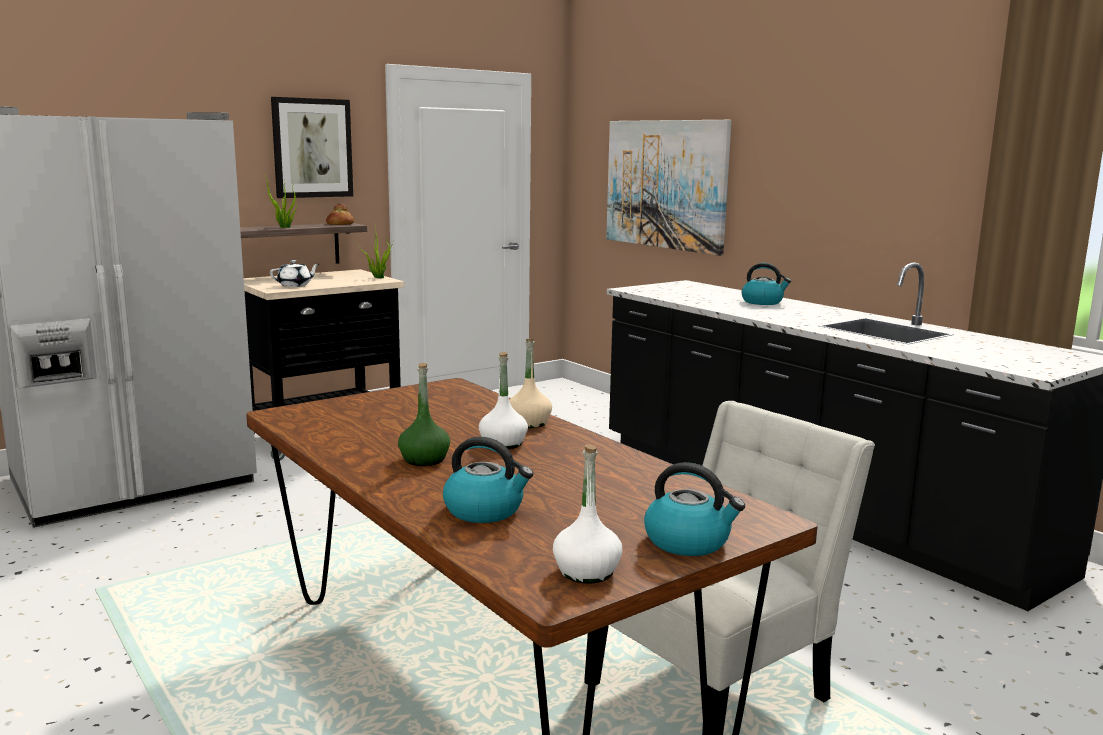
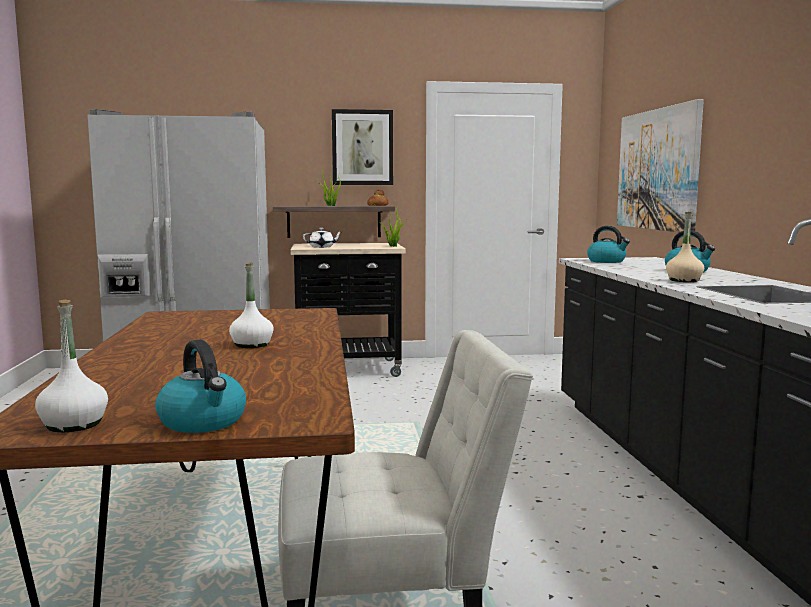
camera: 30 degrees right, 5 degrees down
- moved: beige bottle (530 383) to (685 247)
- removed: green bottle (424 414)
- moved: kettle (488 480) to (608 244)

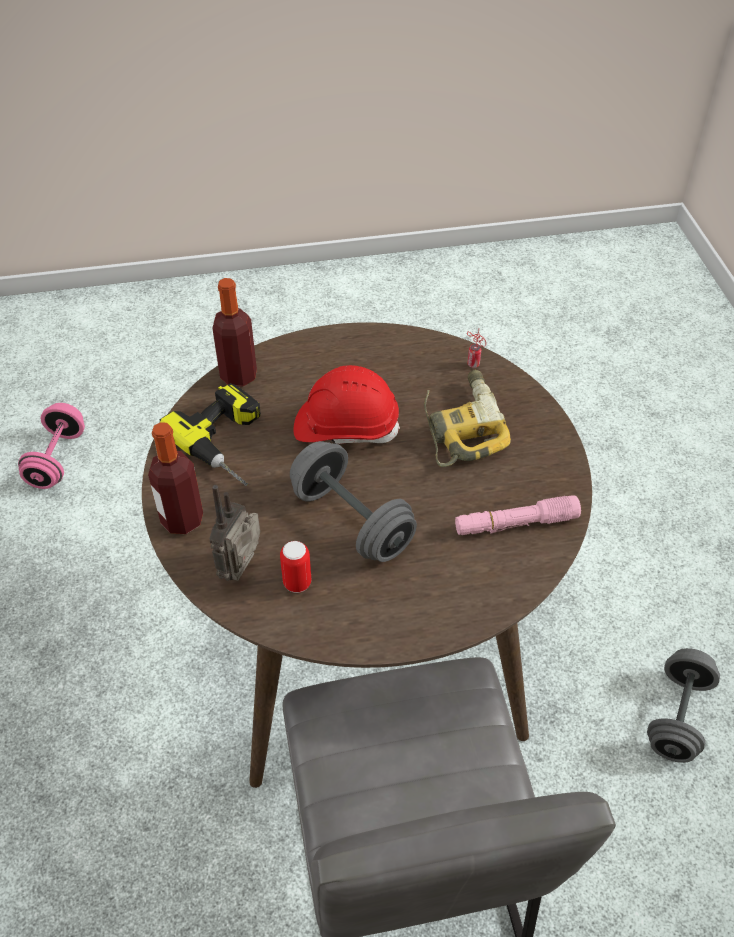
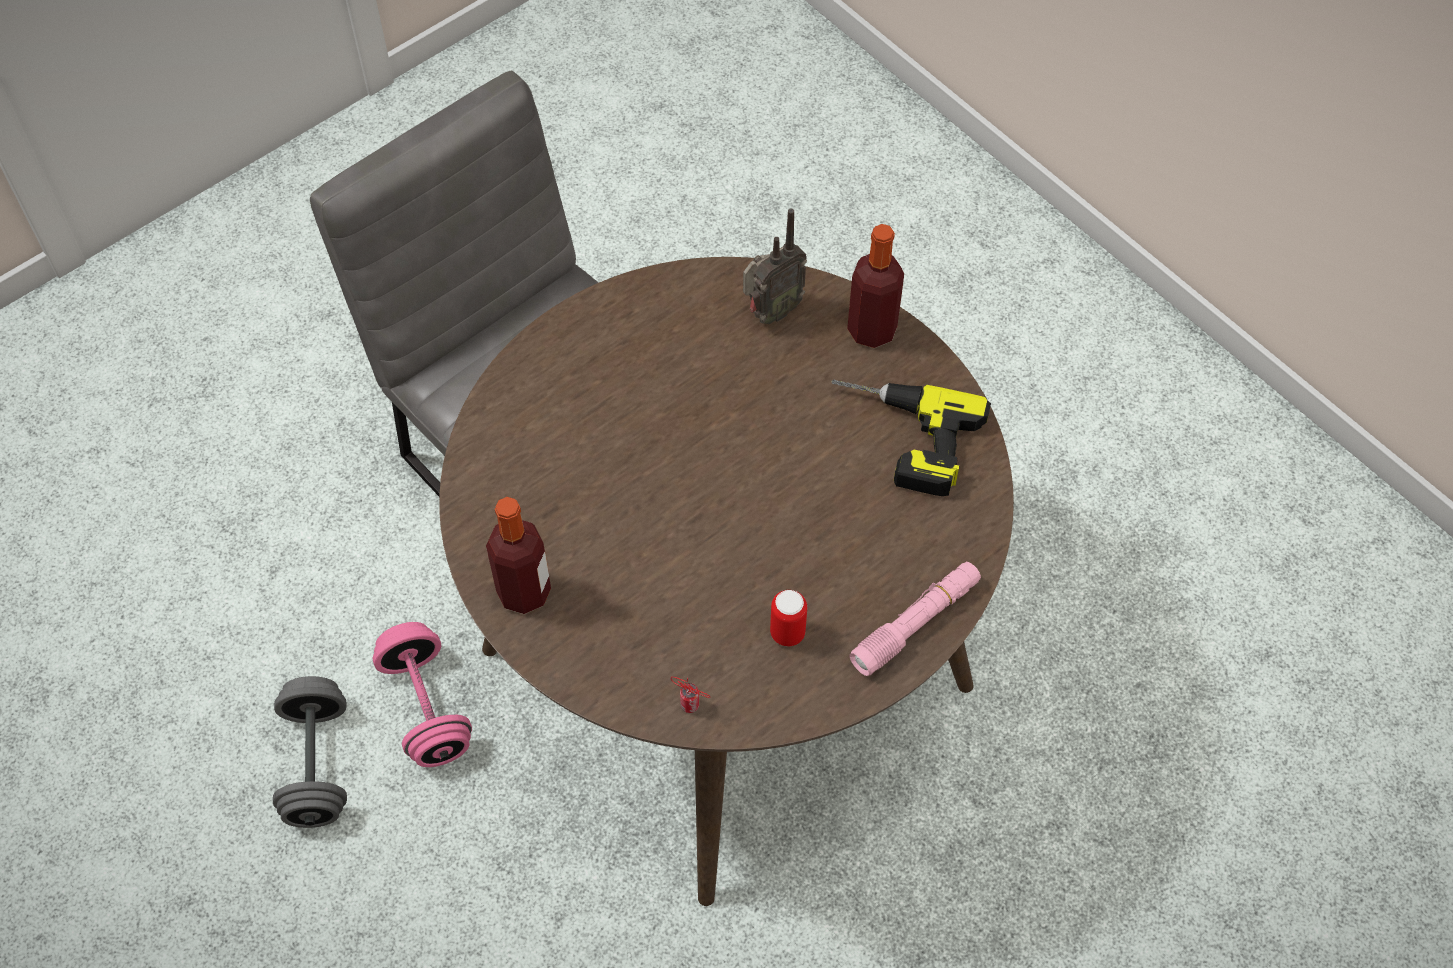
camera: 150 degrees right, 10 degrees up
- moved: bottle (234 332) to (518 555)
- removed: red hard hat (347 405)
- removed: power drill (467 418)
- moved: pink dumbbell (51 446) to (422 694)
- removed: grey dumbbell (353 501)
- turned: radio (235 533) = (775 266) 60 degrees clockwise
- moved: pink flashlight (518 515) to (915 619)
- moved: can (295 567) to (788 618)

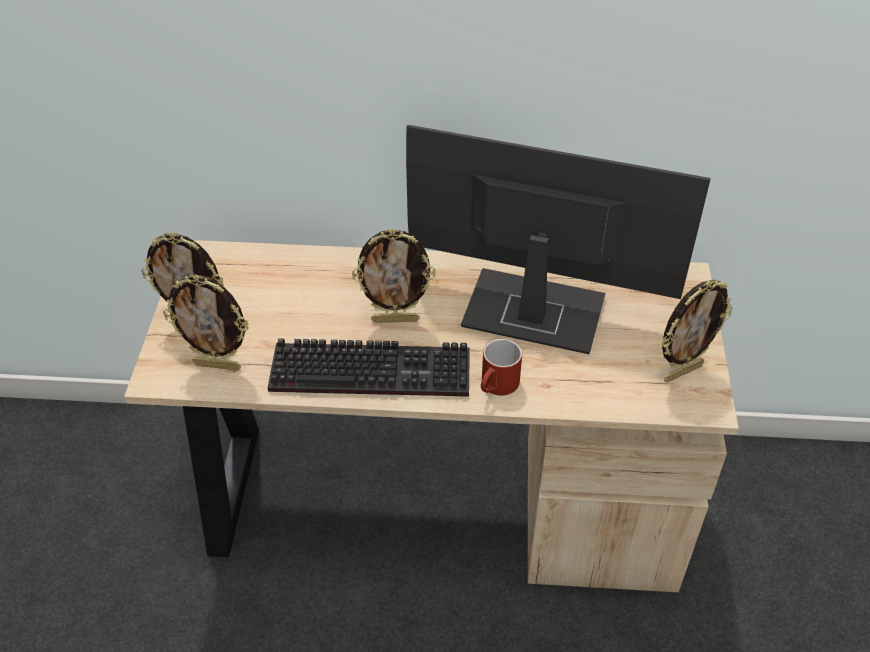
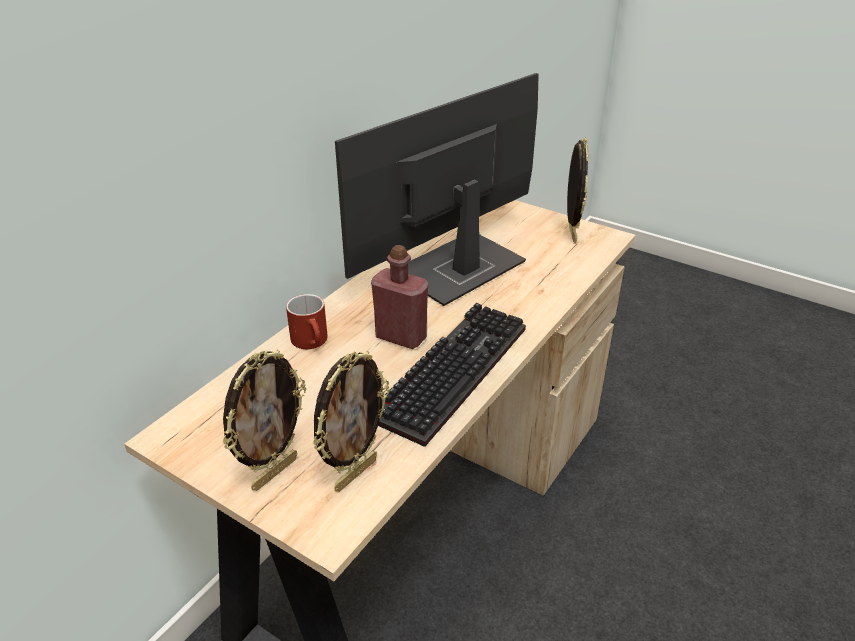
camera: 60 degrees left, 10 degrees down
- replaced: picture frame (394 275) to red bottle (399 297)
- moved: red mug (501 367) to (307 321)

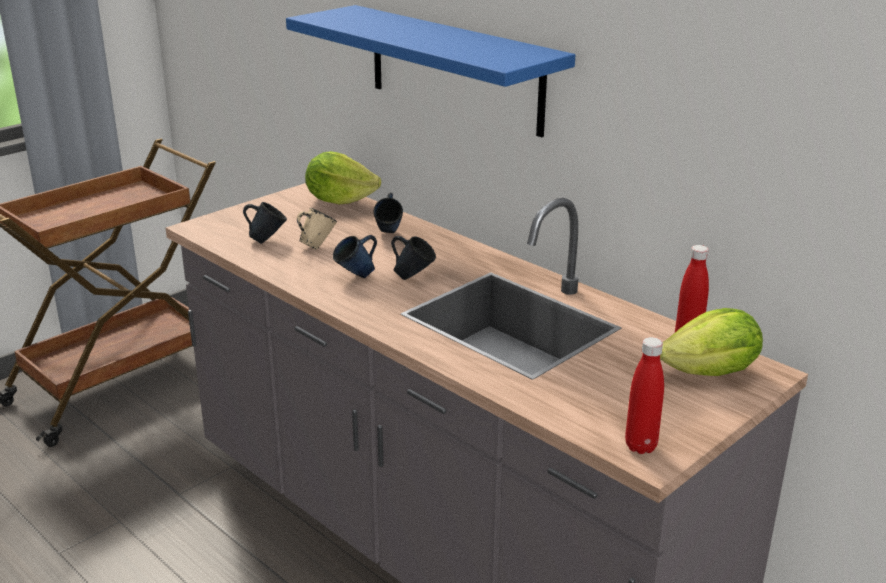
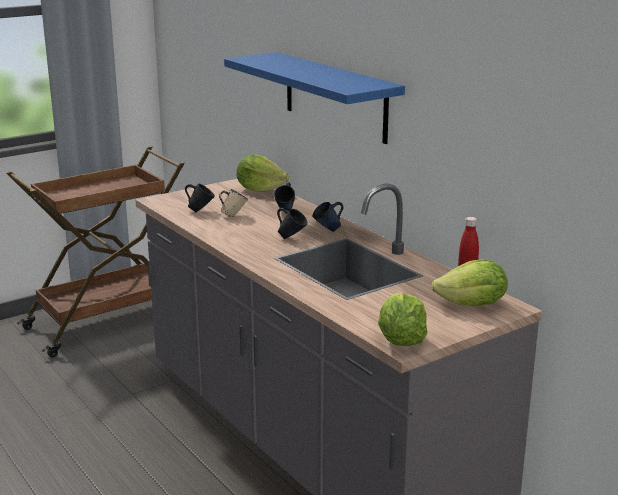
camera: 10 degrees right, 5 degrees down
- moved: blue mug (355 256) to (328 217)
- replaced: red bottle (644 395) to lettuce (402 319)

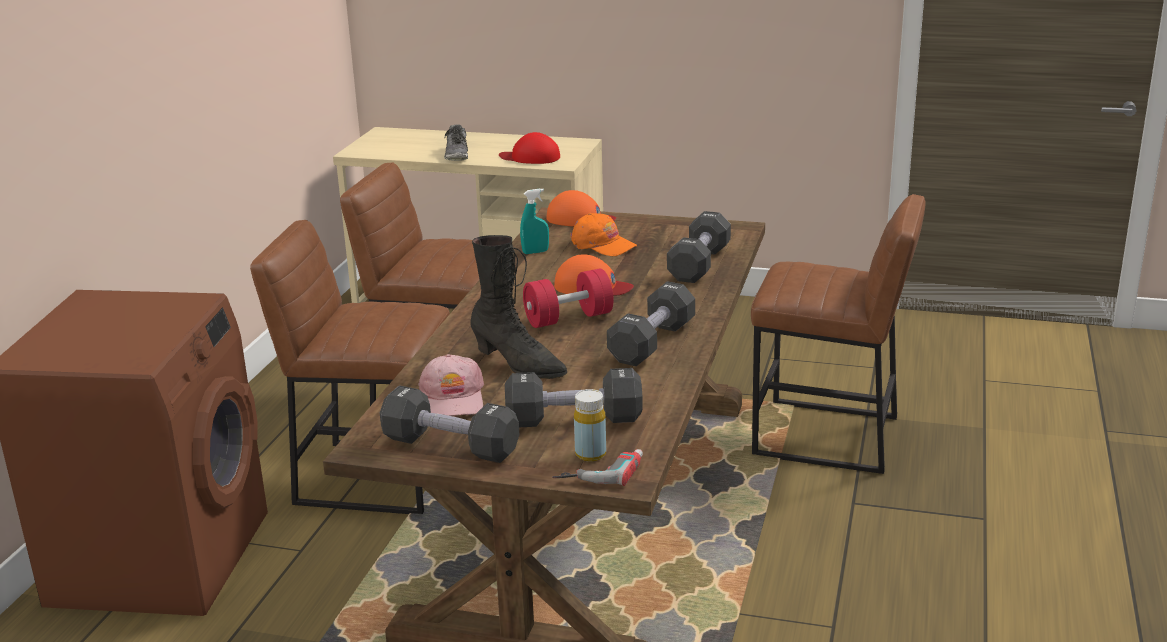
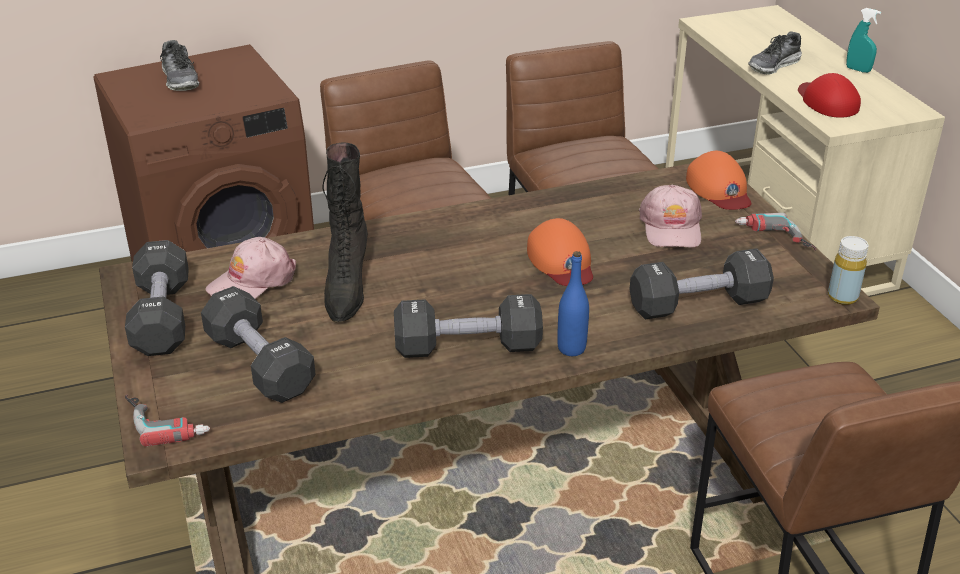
camera: 55 degrees right, 10 degrees up
- moved: turquoise spray bottle (534 221) to (863 40)
- recoloured: orange cap (603 234) to pink cap (670 216)
- removed: red dumbbell (568 298)
- moved: yellow bottle (590 425) to (848 270)
- added: shoe (179 65)
- added: power drill (775 232)
- added: blue bottle (573 303)

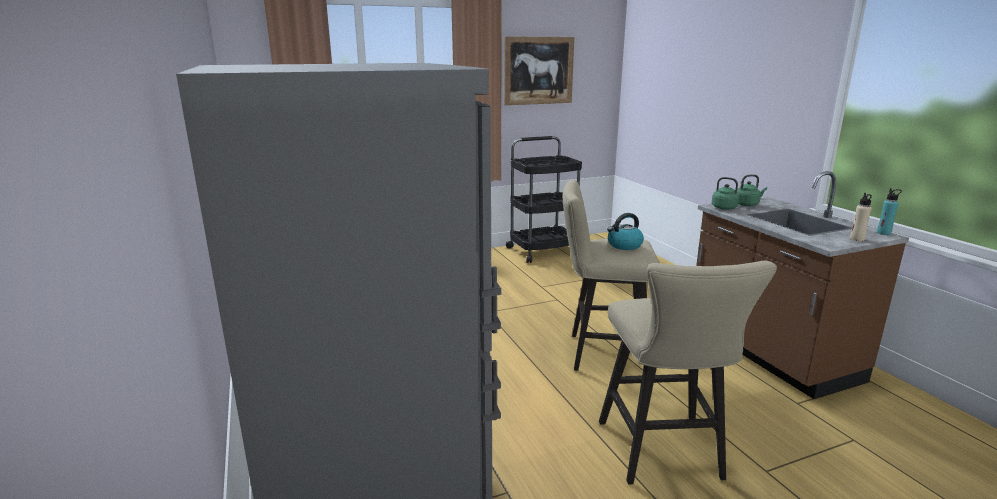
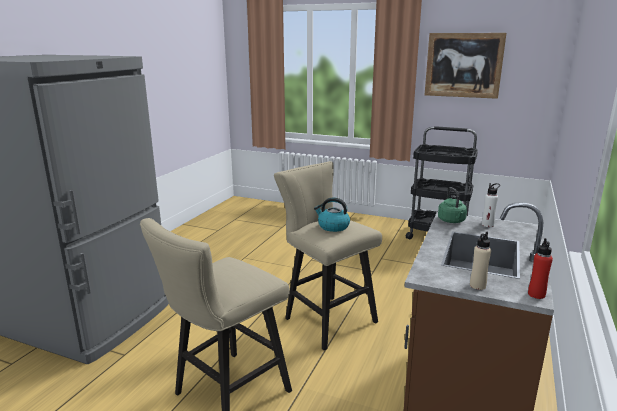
camera: 45 degrees right, 0 degrees up
- replaced: green kettle (752 190) to white bottle (491 205)
- recoloured: turquoise bottle (889 211) to red bottle (540 268)

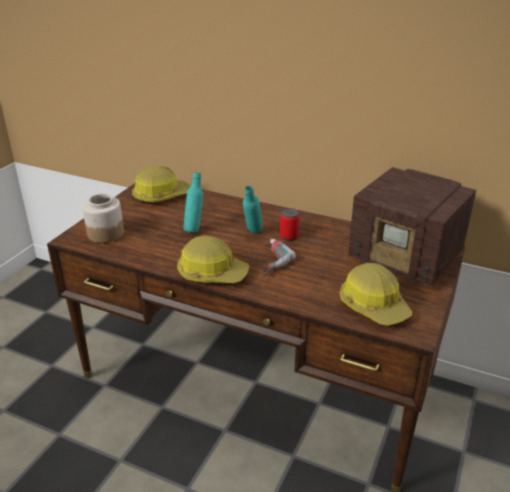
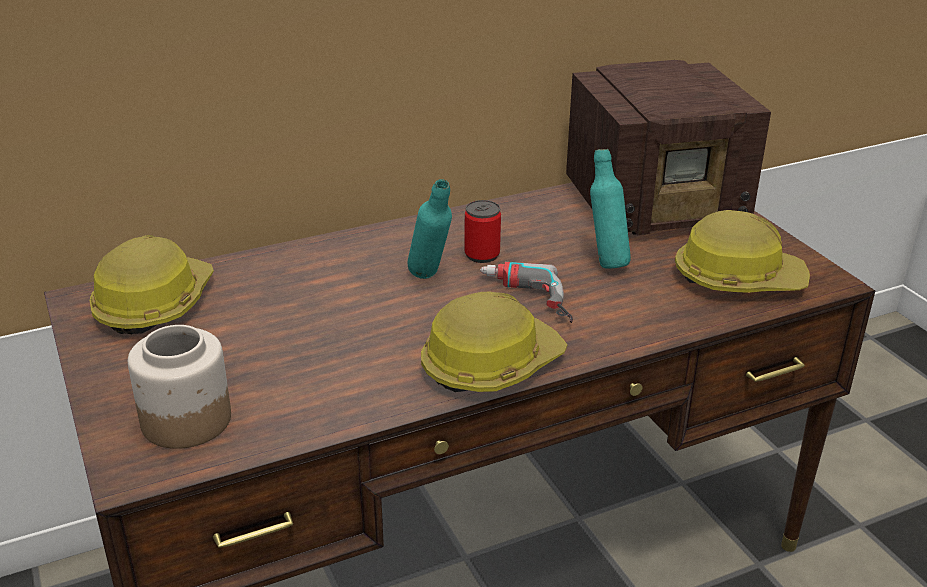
camera: 50 degrees left, 0 degrees up
- moved: turquoise bottle (193 202) to (610 209)

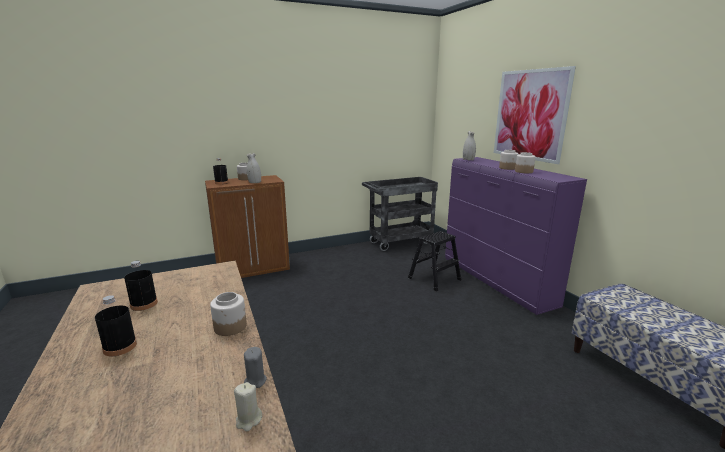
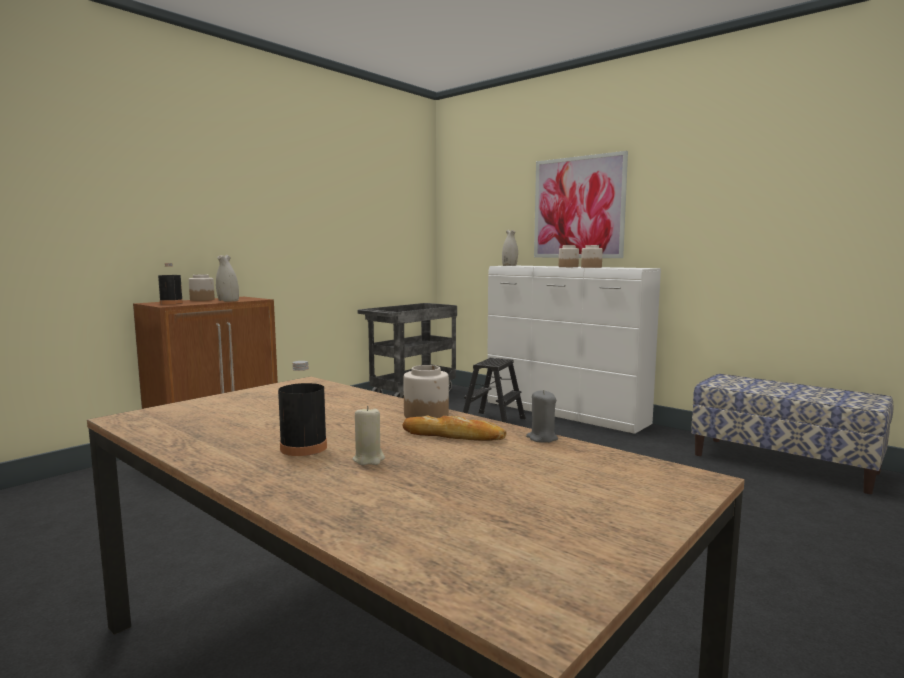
camera: 25 degrees left, 10 degrees down
- recoloured: purple dresser (516 236) to white dresser (574 350)
- removed: black bottle (141 286)
- moved: beige candle (248 406) to (368 435)
- added: bread (454 428)

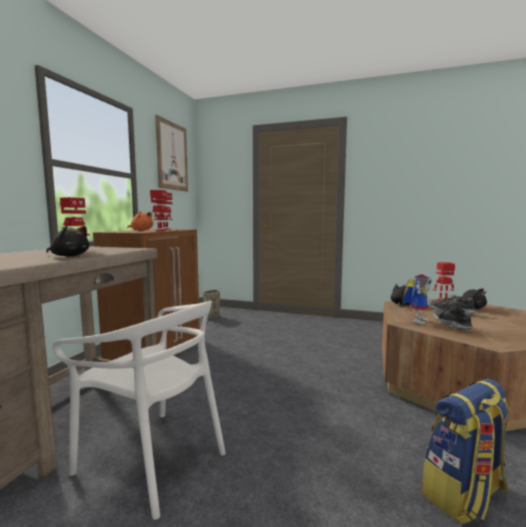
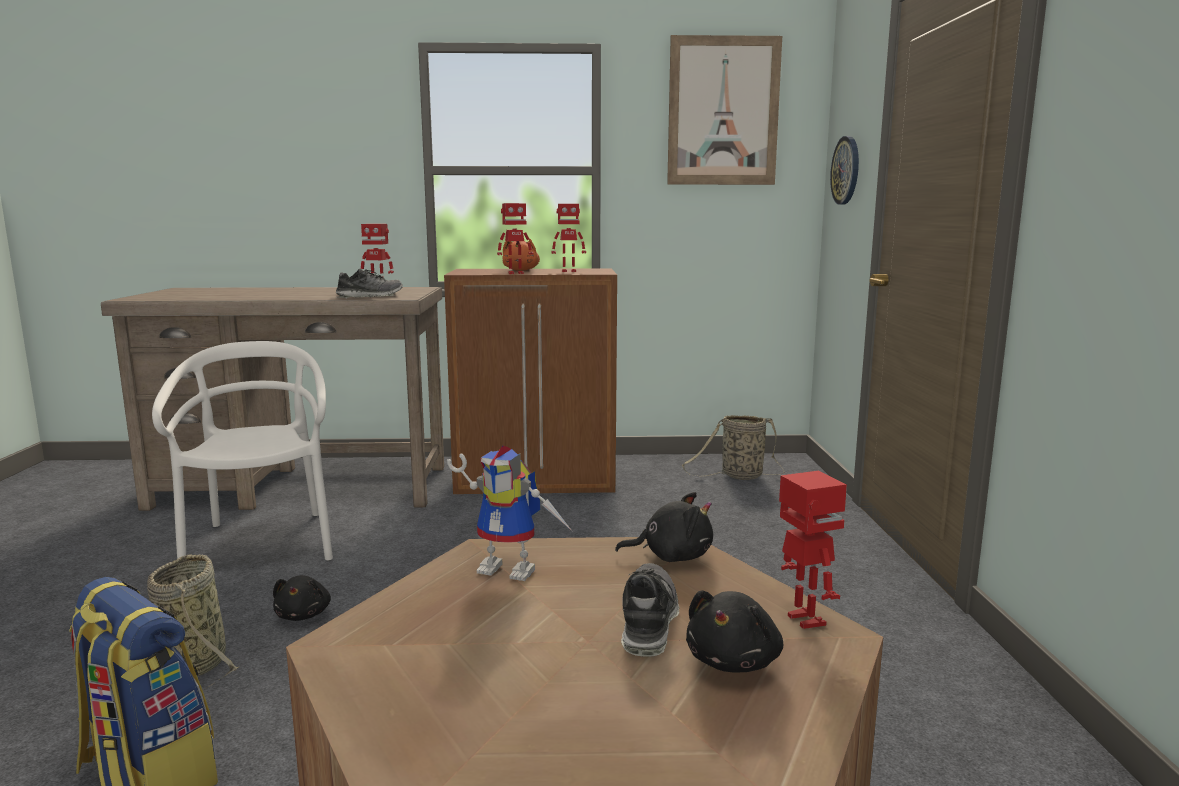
camera: 70 degrees right, 5 degrees up
- moved: black plush toy (68 241) to (302 598)
- turned: white chair (139 410) = (242 451) 150 degrees clockwise
- moved: shoe (453 318) to (369 284)
- added: wall clock (844 170)
- added: basket (193 622)

